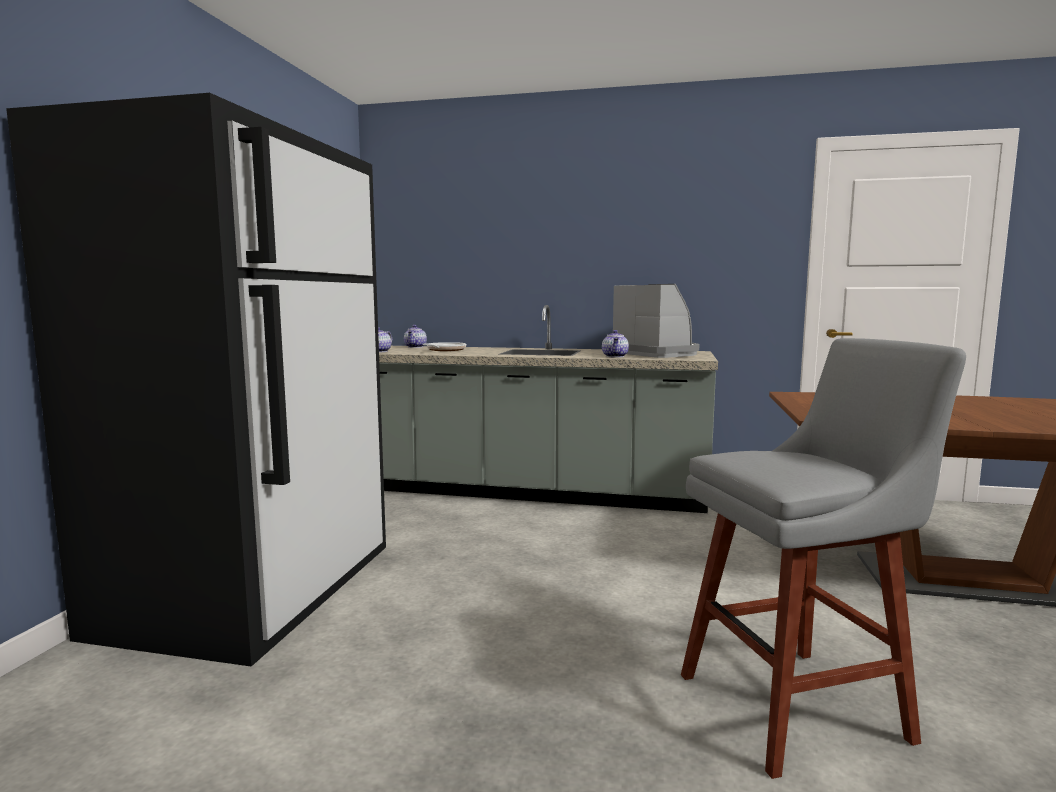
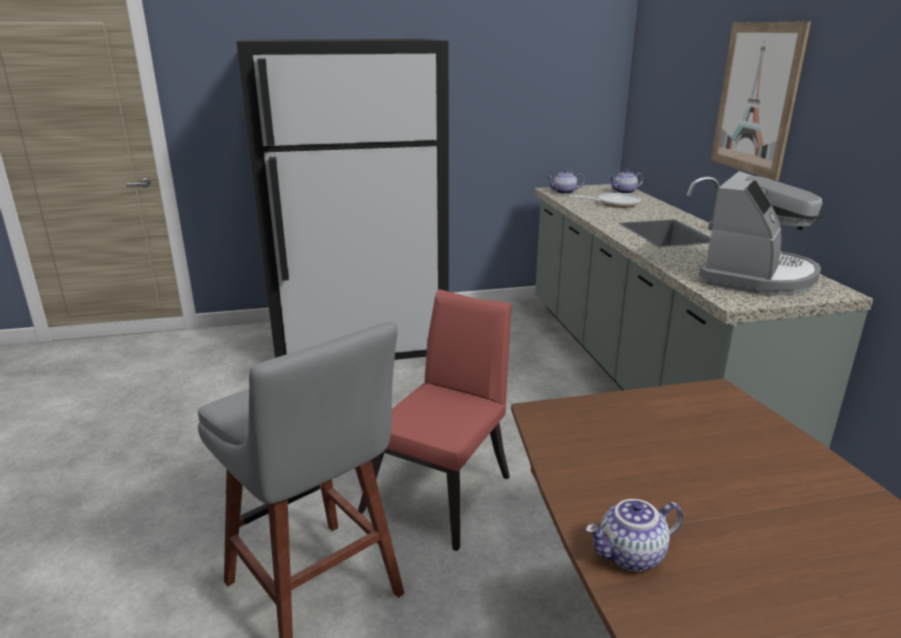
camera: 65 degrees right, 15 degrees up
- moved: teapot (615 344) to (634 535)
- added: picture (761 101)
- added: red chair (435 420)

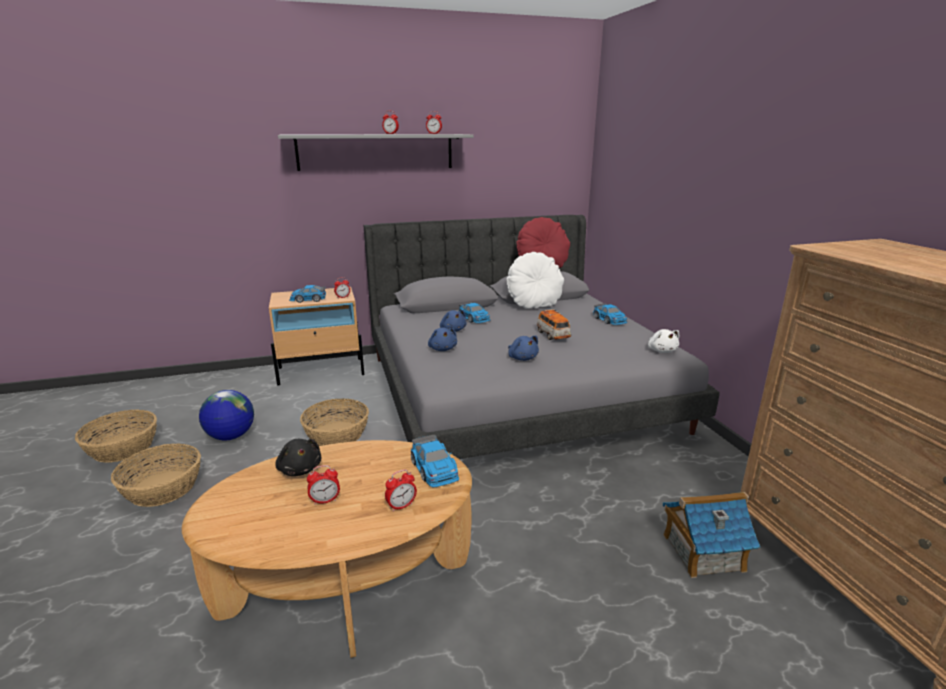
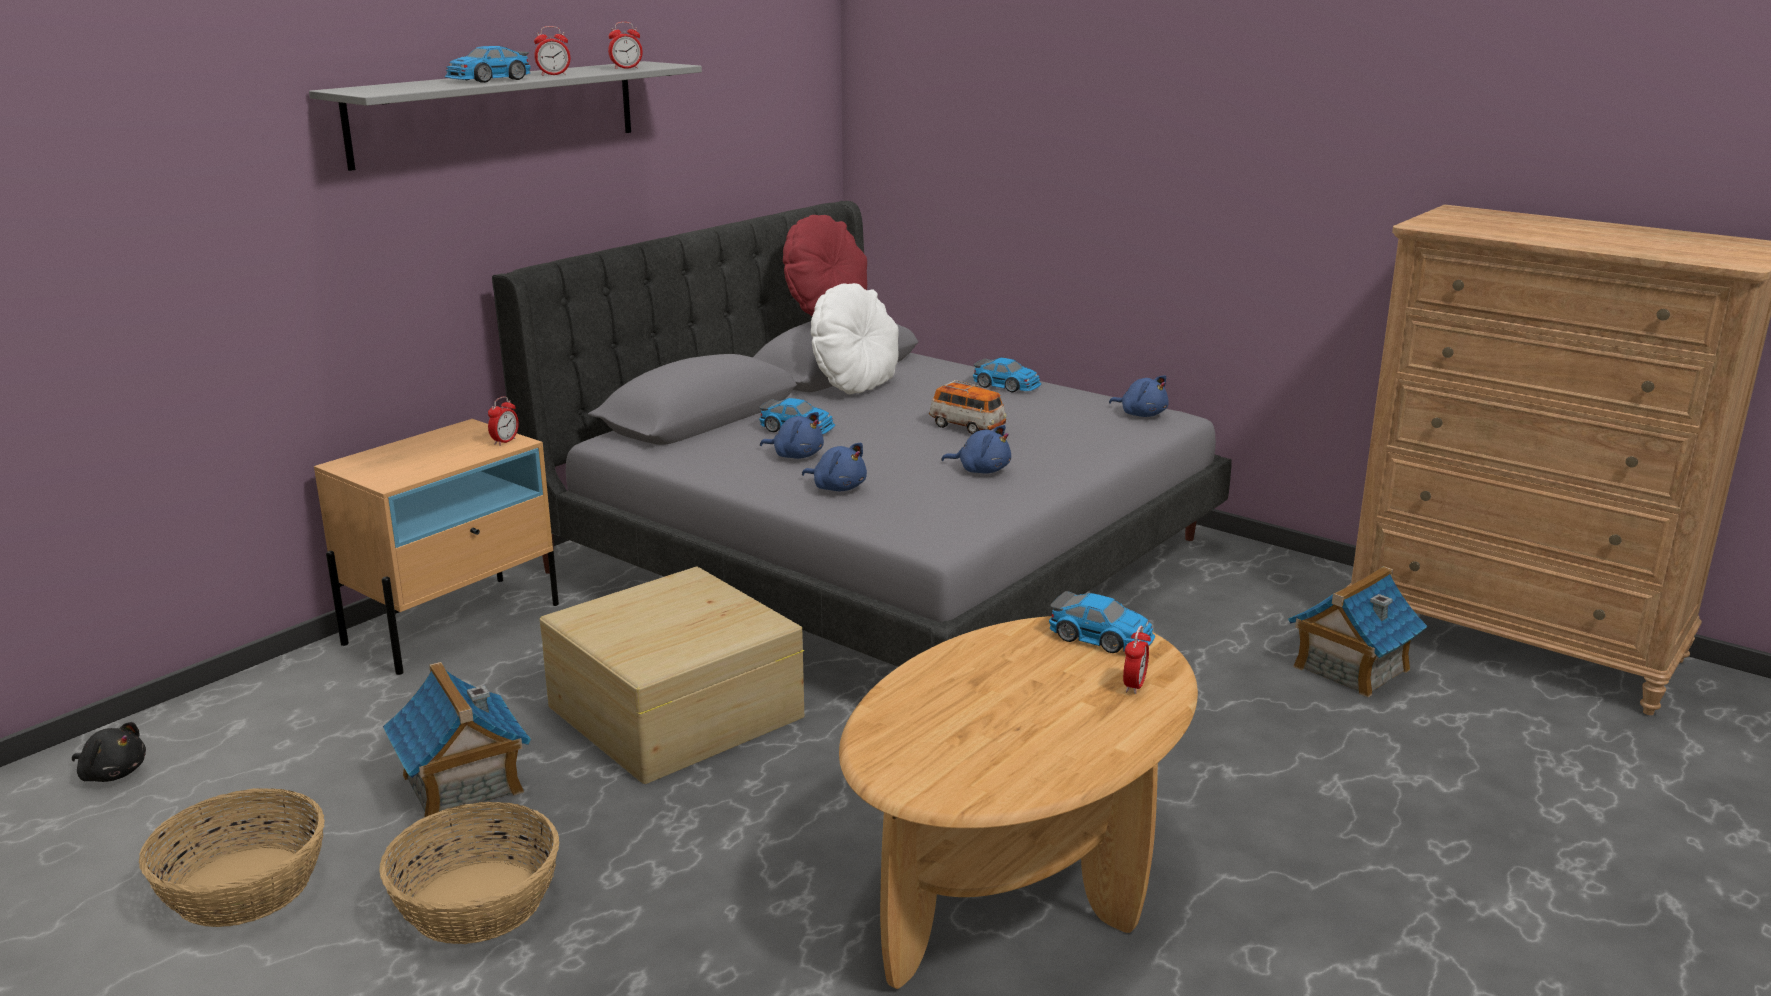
camera: 35 degrees left, 0 degrees up
- moved: toy car (307 294) to (487 64)
- recoloured: white plush toy (663 341) to blue plush toy (1139 396)
- replaced: globe (226 415) to toy house (457 741)
- replaced: basket (334 422) to beige storage box (672 675)
- moved: black plush toy (298 457) to (109 752)
- removed: alarm clock (323 485)

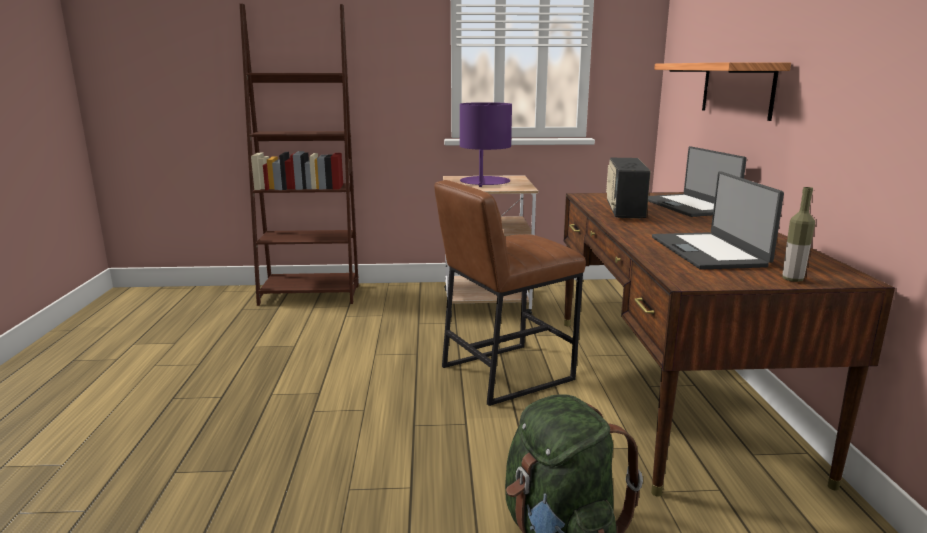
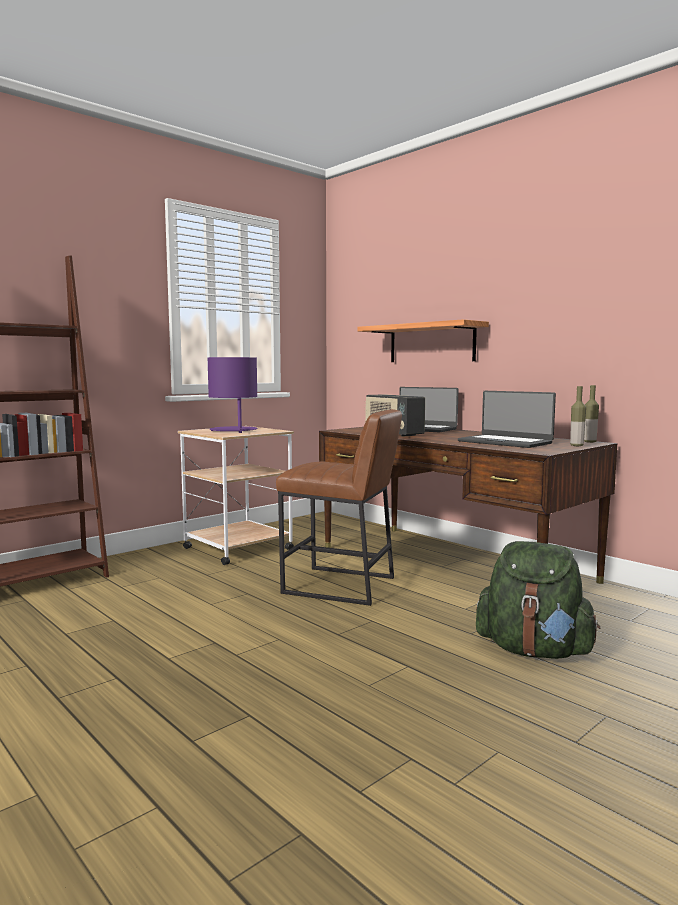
camera: 40 degrees left, 10 degrees down
- turned: brown chair (510 293) = (339 507) 90 degrees counterclockwise
- added: bottle (591 414)

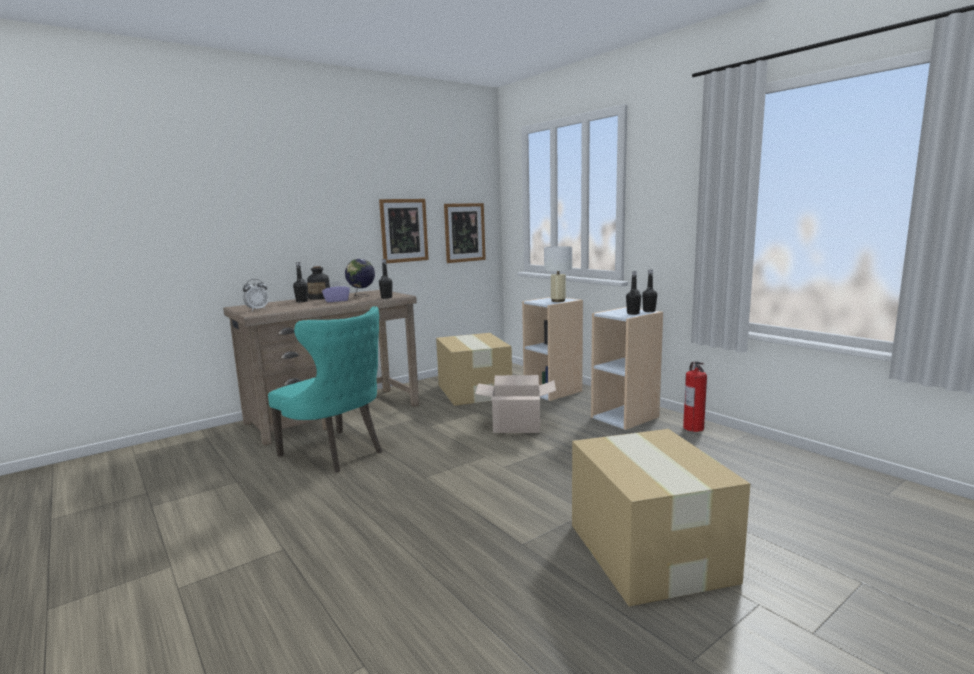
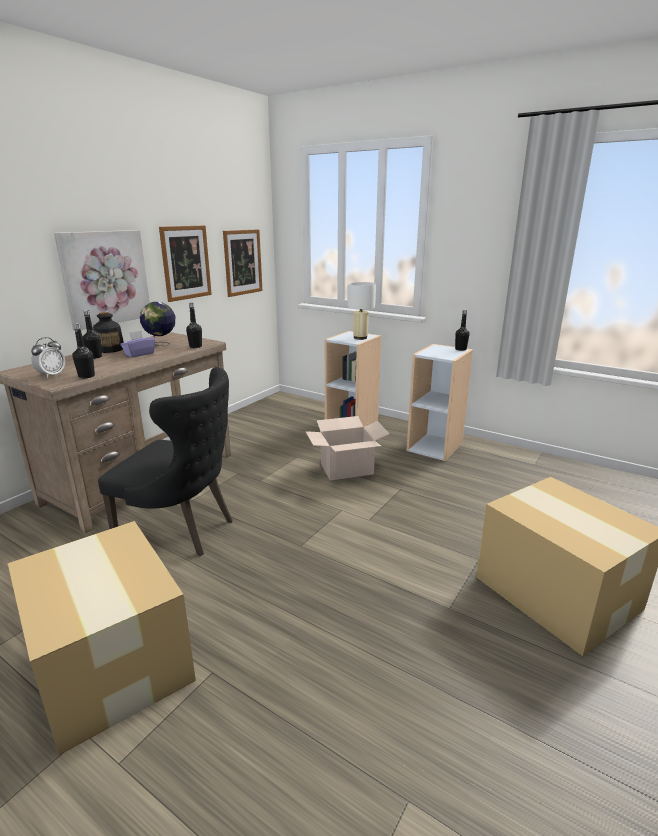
camera: 20 degrees left, 10 degrees up
- moved: black bottle (633 293) to (83 351)
- recoloured: turquoise chair (325 389) to black chair (165 461)
- moved: cardboard box (474 369) to (102 638)
- removed: fire extinguisher (695 396)
- added: picture (102 280)

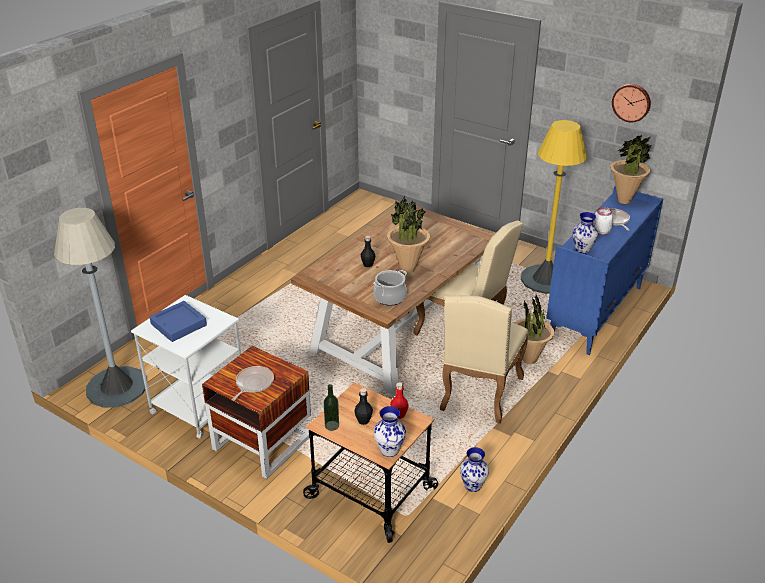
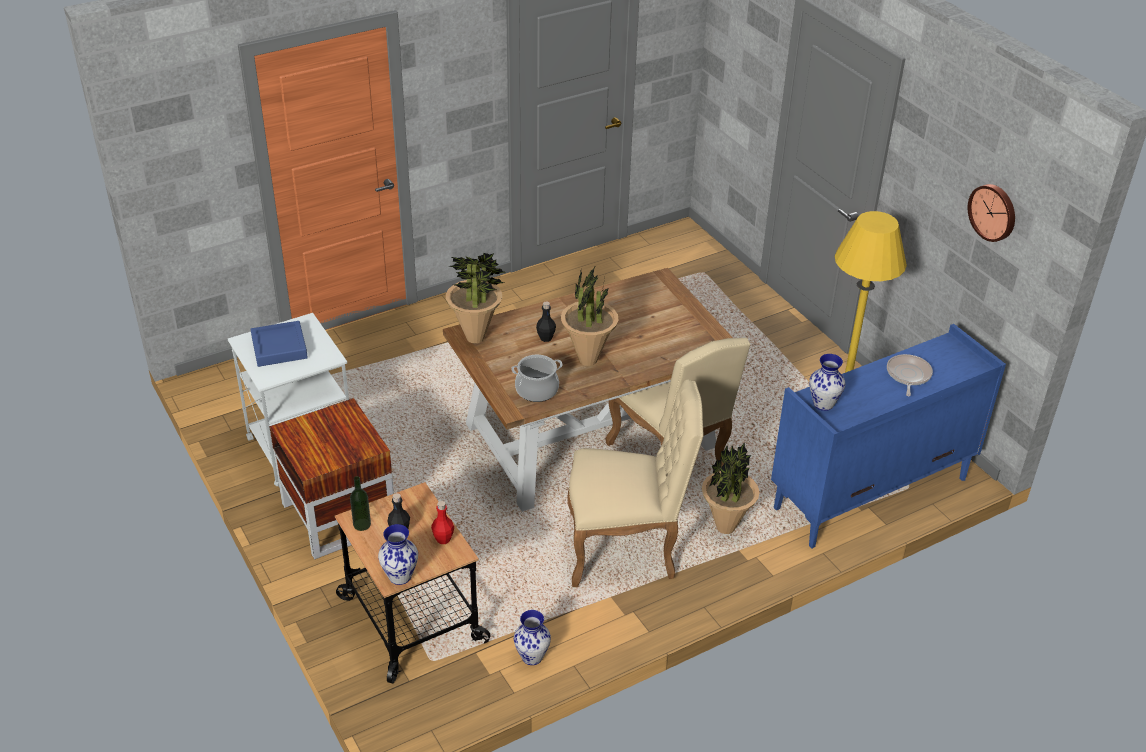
camera: 25 degrees right, 5 degrees up
- moved: potted plant (631 169) to (476 298)
- removed: white jar (603 221)
- removed: grey floor lamp (100 308)
- turned: beige chair (484 359) = (635 483) 135 degrees counterclockwise
- removed: frying pan (253 383)

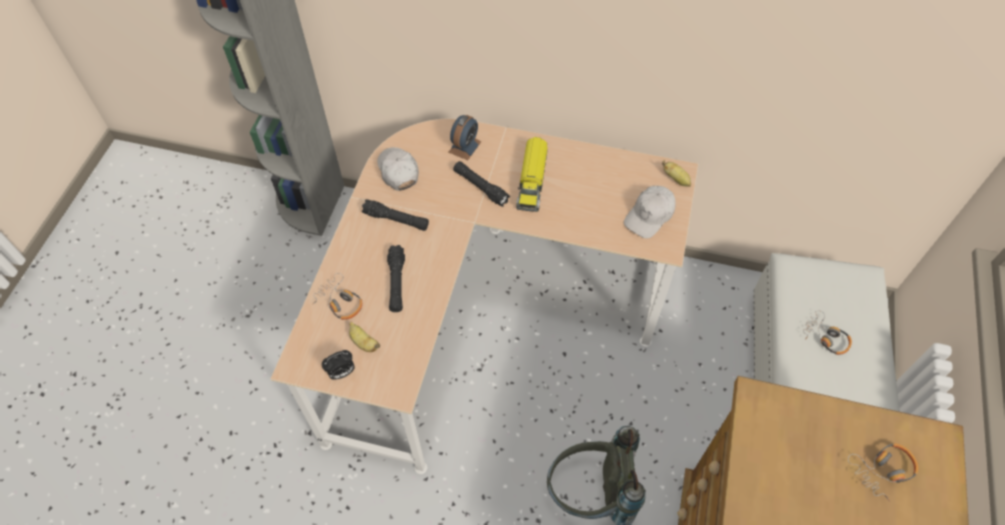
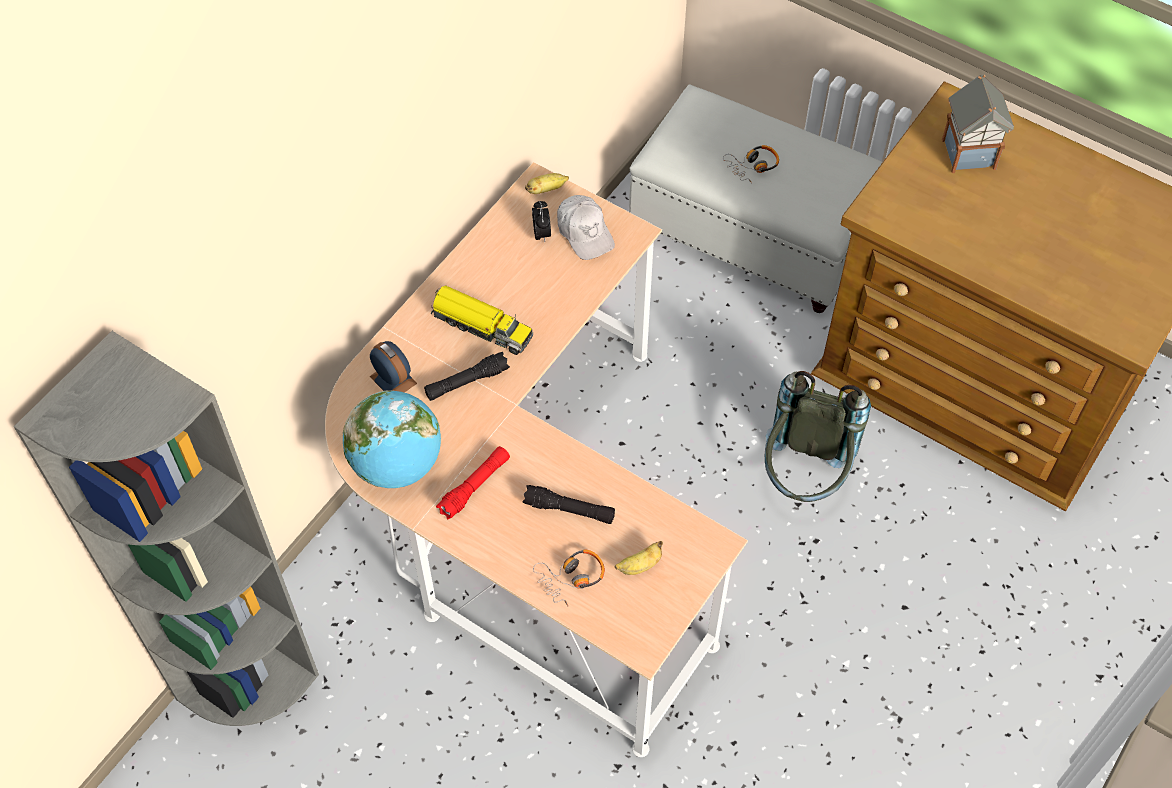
camera: 70 degrees left, 0 degrees up
- replaced: white cap (398 169) to globe (392 439)
- recoloured: black flashlight (395 215) to red flashlight (473 482)
- moved: alarm clock (338 365) to (541 221)
- replaced: headphones (883 472) to toy house (978 124)

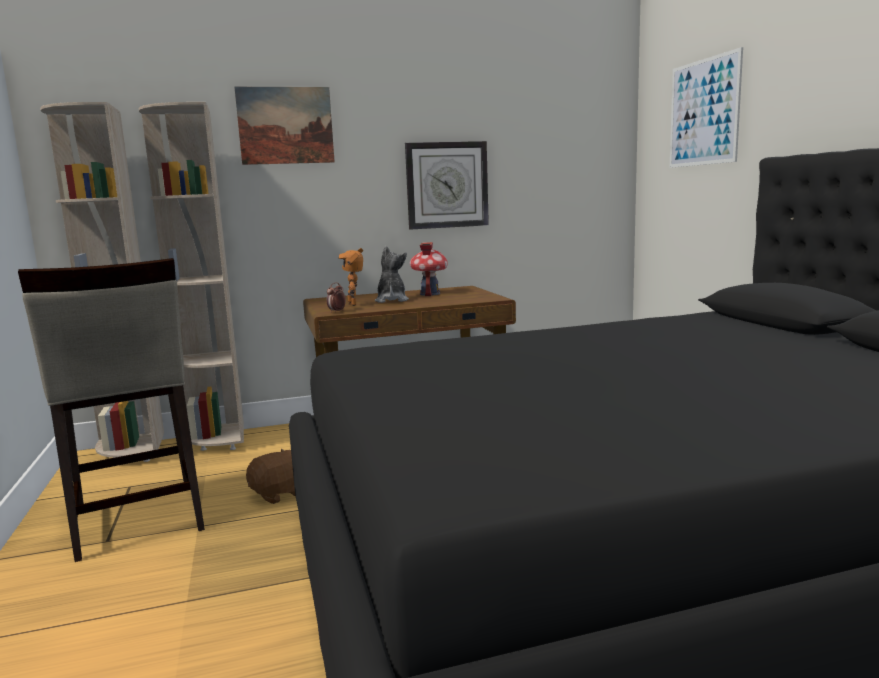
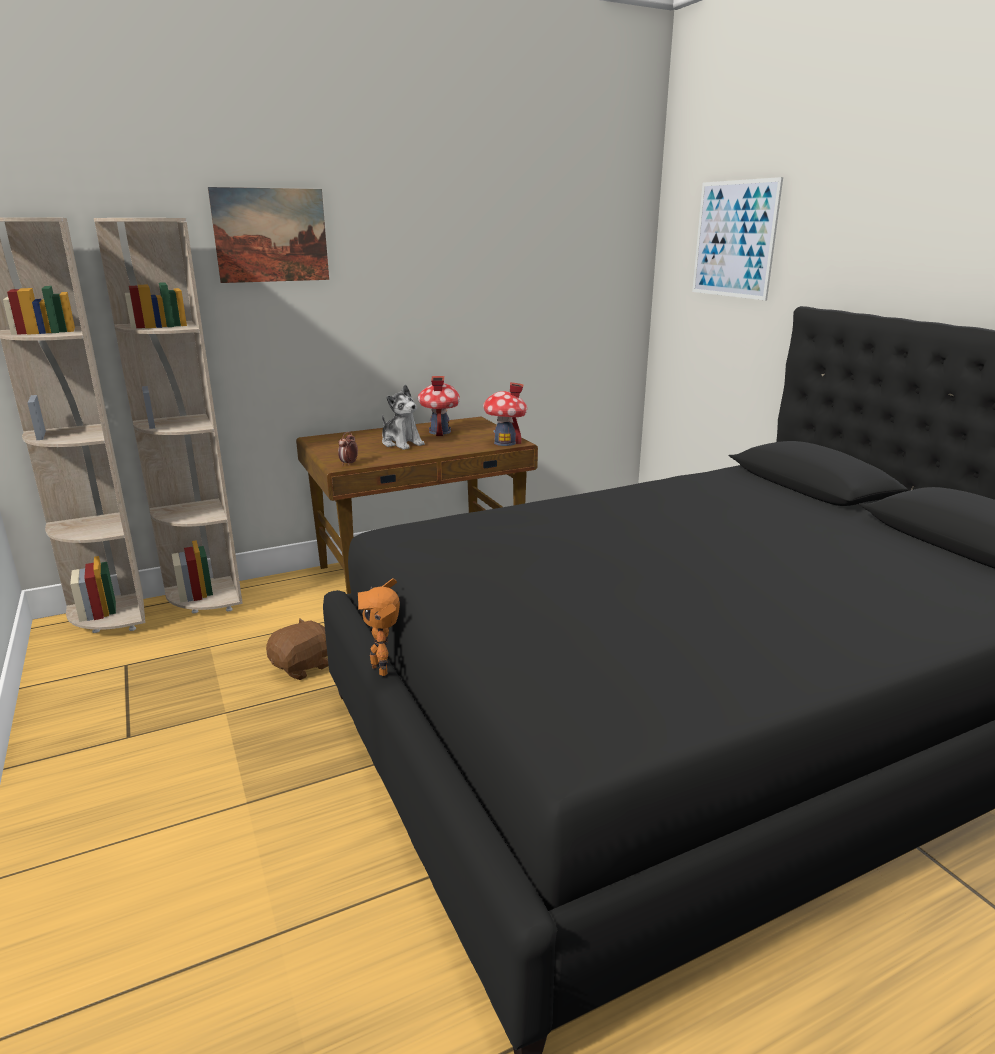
camera: 10 degrees left, 10 degrees up
- removed: wall clock (447 185)
- turned: plush toy (392 274) = (403 417) 150 degrees clockwise
- moved: toy robot (350 277) to (379 627)
- removed: beige stool (111 410)
- added: toy house (505 414)

